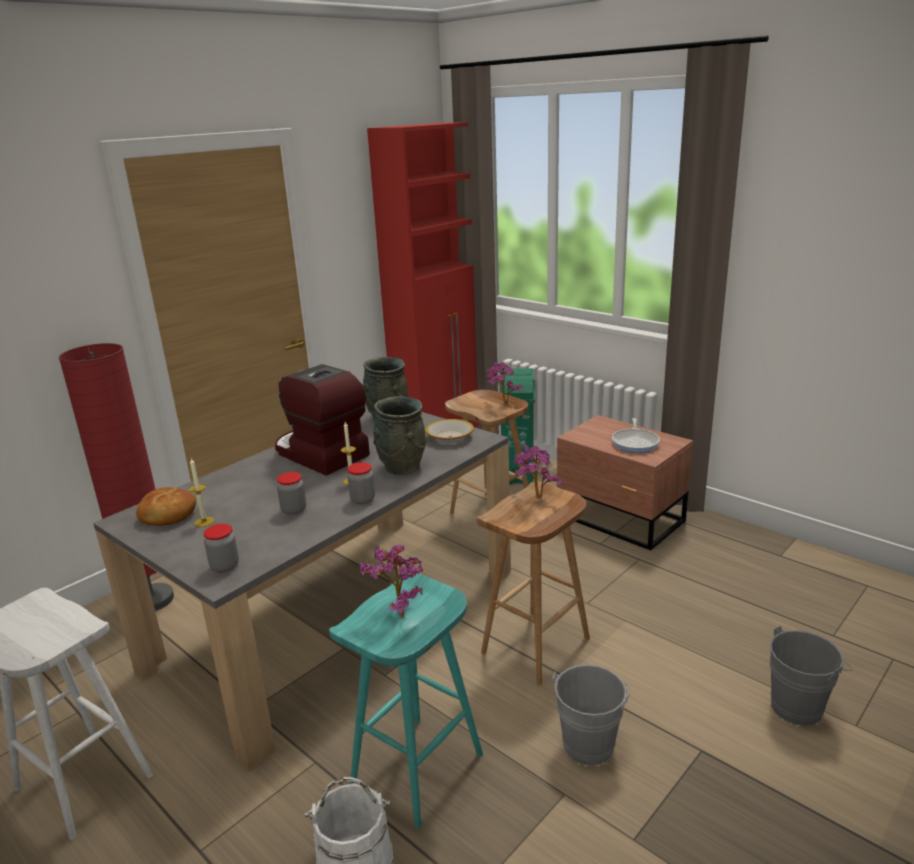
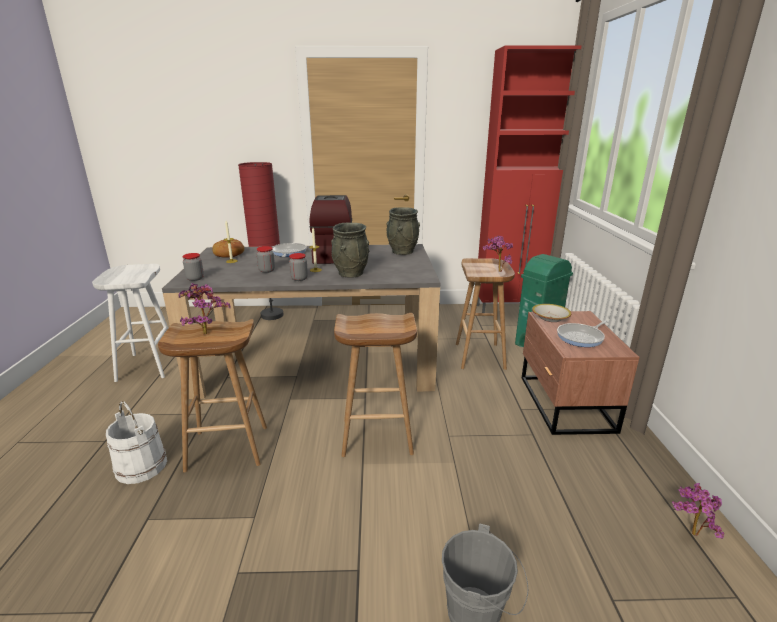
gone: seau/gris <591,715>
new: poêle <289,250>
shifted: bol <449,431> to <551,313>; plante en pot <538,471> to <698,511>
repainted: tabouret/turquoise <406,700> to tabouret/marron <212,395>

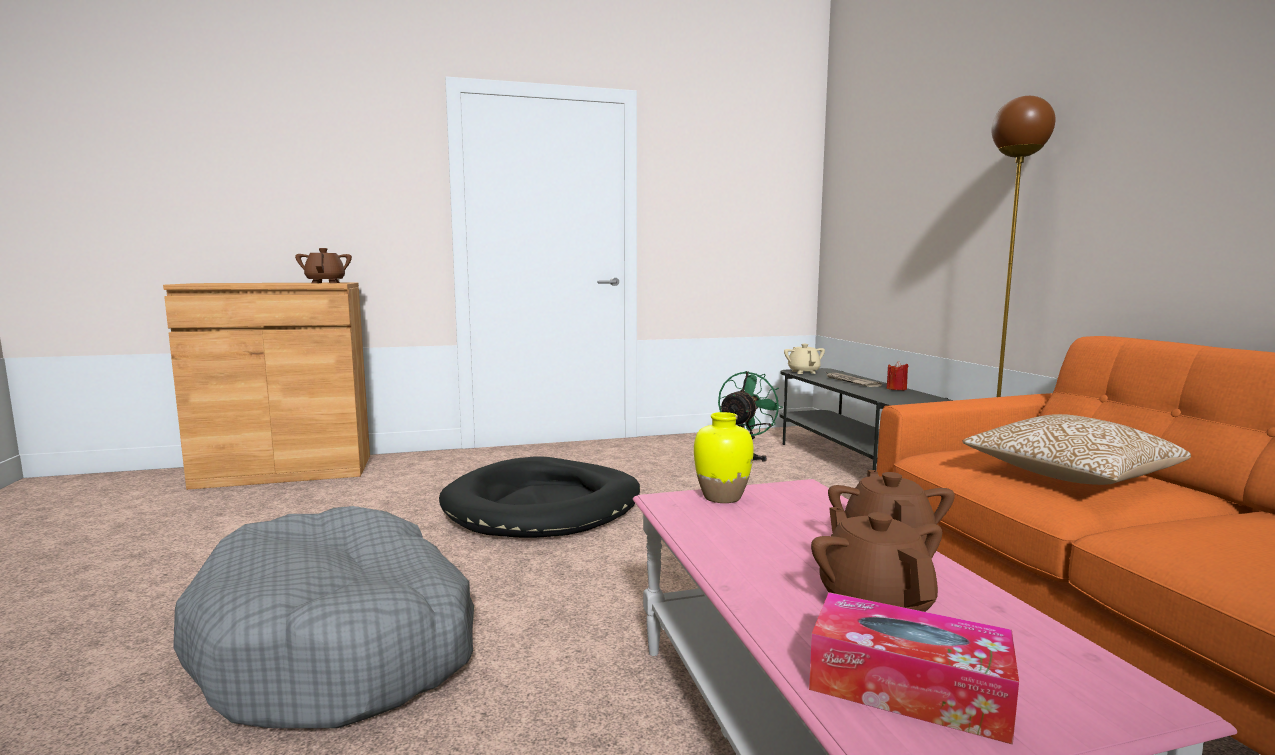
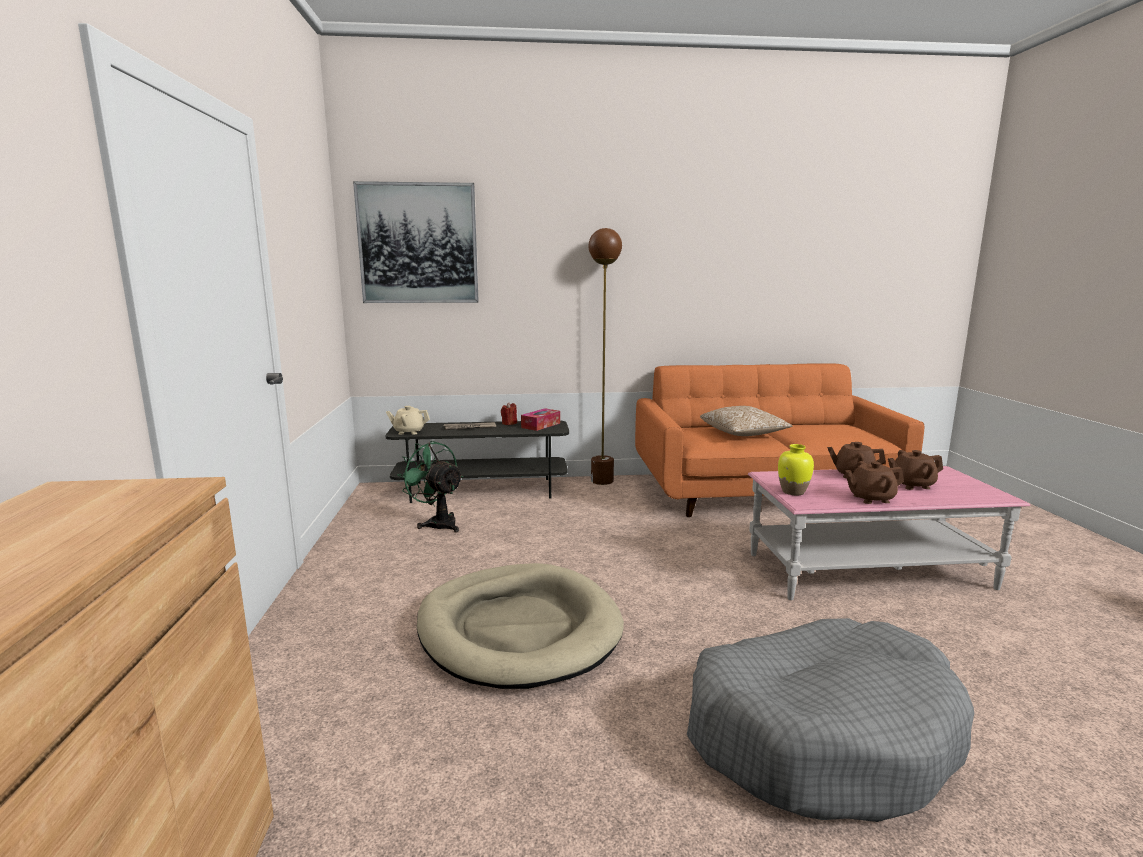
new: tableau <416,242>
shifted: théière/marron <323,265> to <874,482>; boîte à mouchoirs <914,668> to <540,419>
repainted: panier pour chien/noir <539,497> to panier pour chien/beige <520,626>

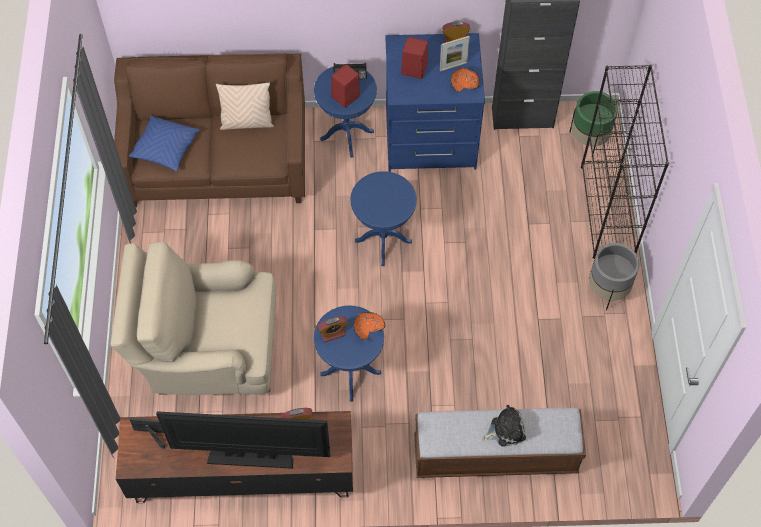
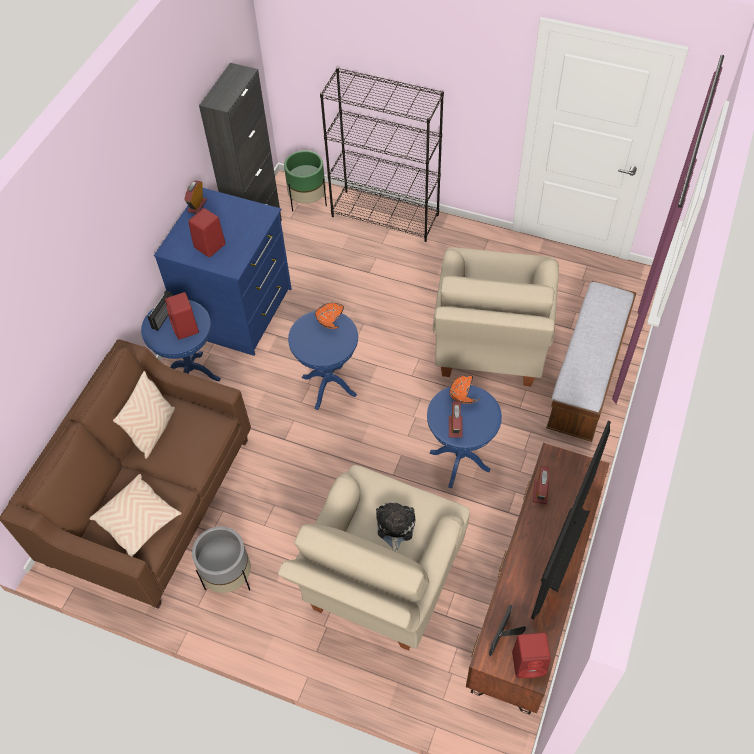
gone: cadre photo <455,53>
new: fauteuil/beige <496,316>; enceinte/rouge <531,655>
shifted: bol/orange <465,80> to <329,316>; peluche <504,425> to <395,527>; cache-pot/gris <614,276> to <221,559>
repainted: coussin/bleu <164,144> to coussin/beige <135,515>

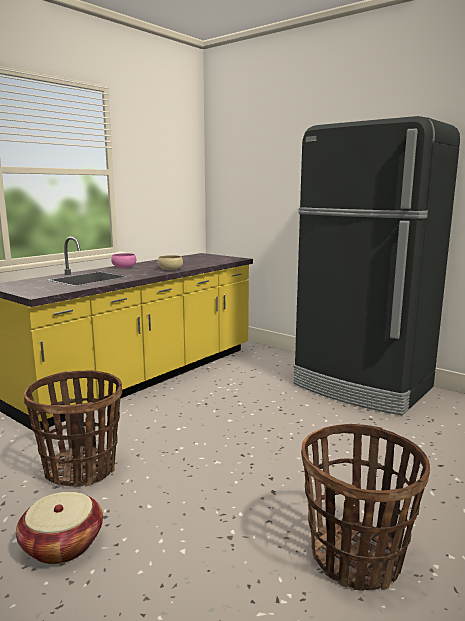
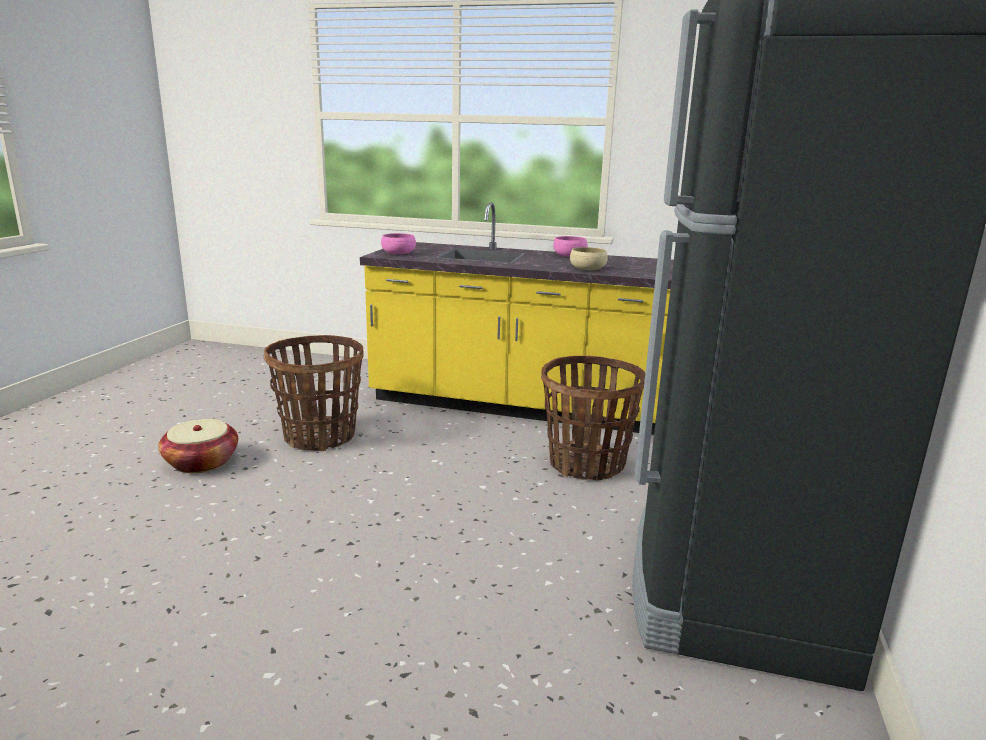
new: bol/rose <398,243>
shifted: panier <365,507> to <593,417>

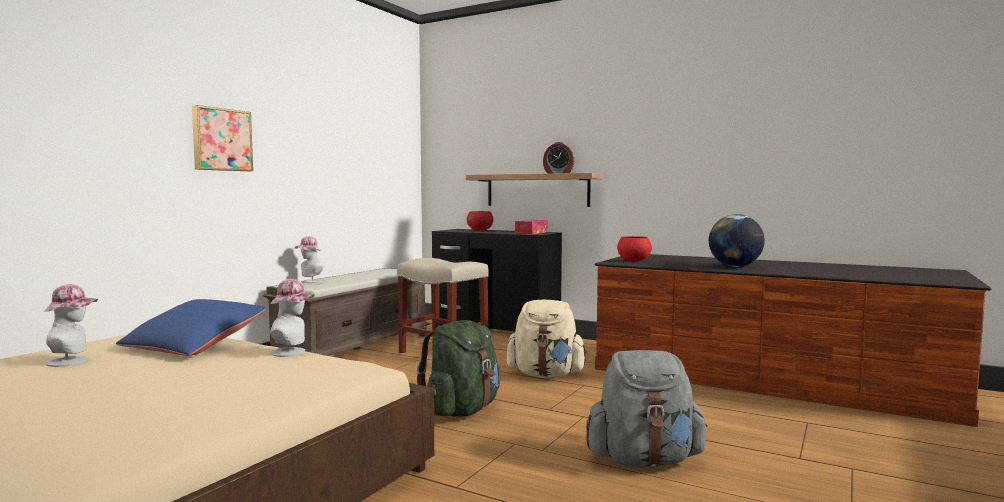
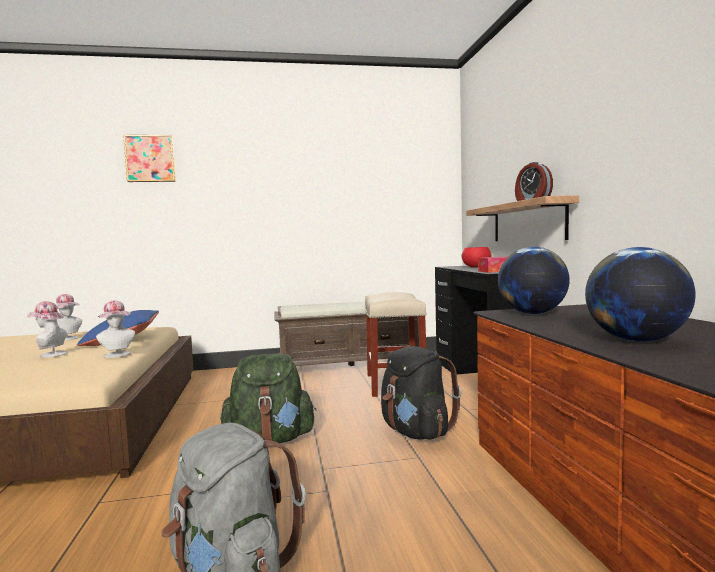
shifted: tableau <222,138> to <149,158>; chapeau <309,259> to <47,329>
swapped: bol/rouge <634,249> to globe <534,280>
repainted: sac à dos/beige <547,338> to sac à dos/noir <421,393>

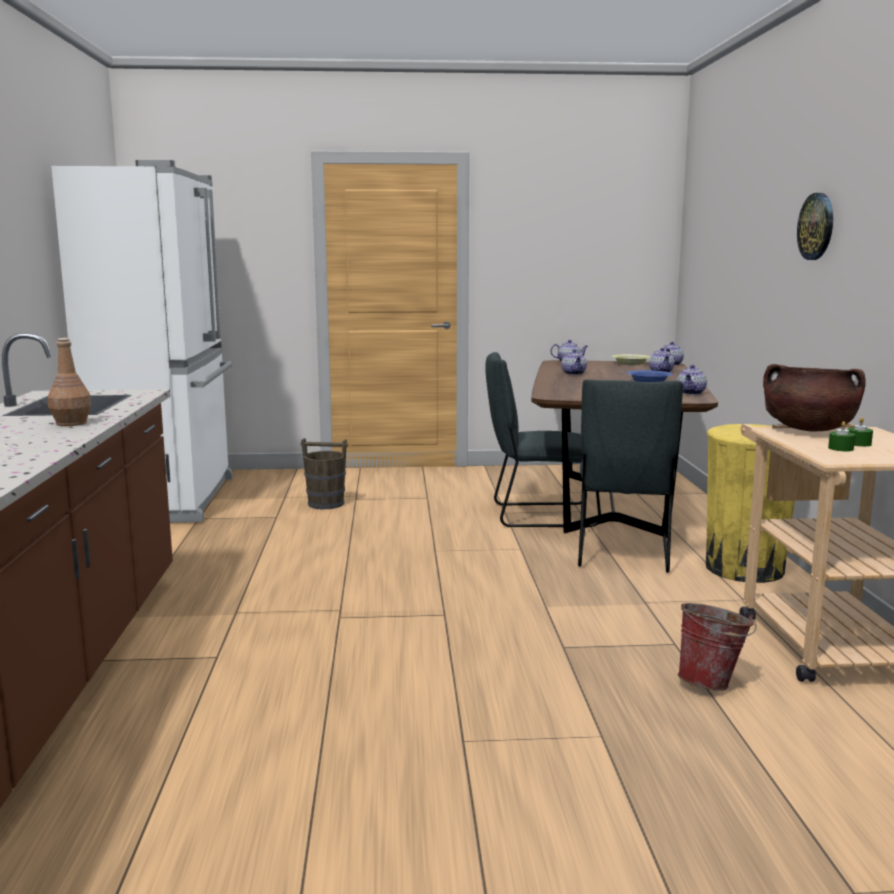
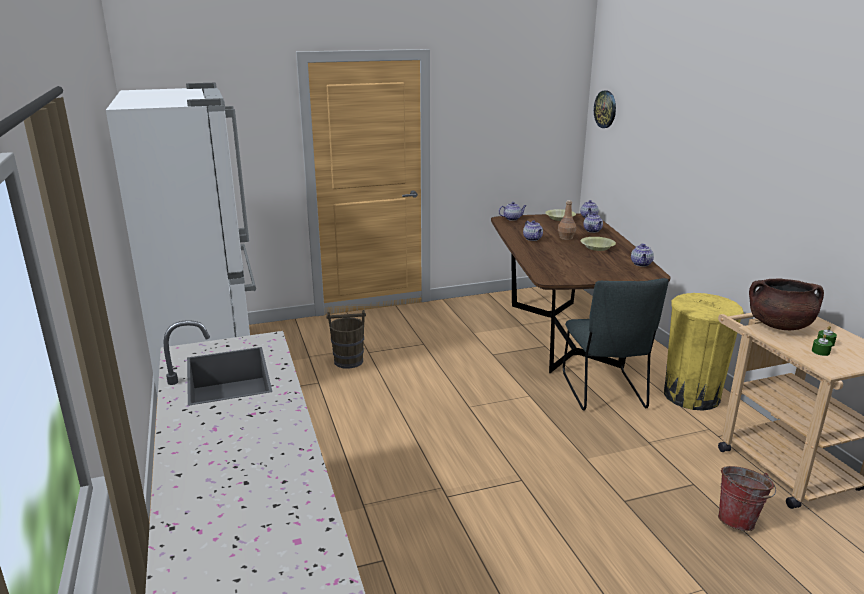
gone: chaise/gris <543,439>
shifted: bouteille/marron <69,382> to <567,220>; horloge murale <815,226> to <605,109>
repainted: bol/bleu <650,376> to bol/jaune <598,244>

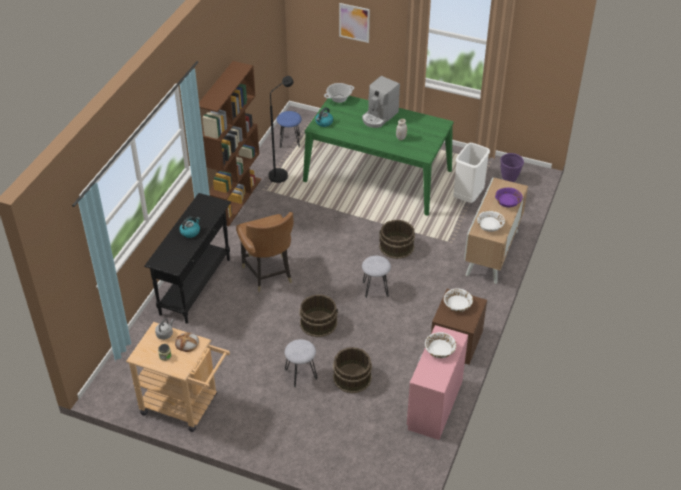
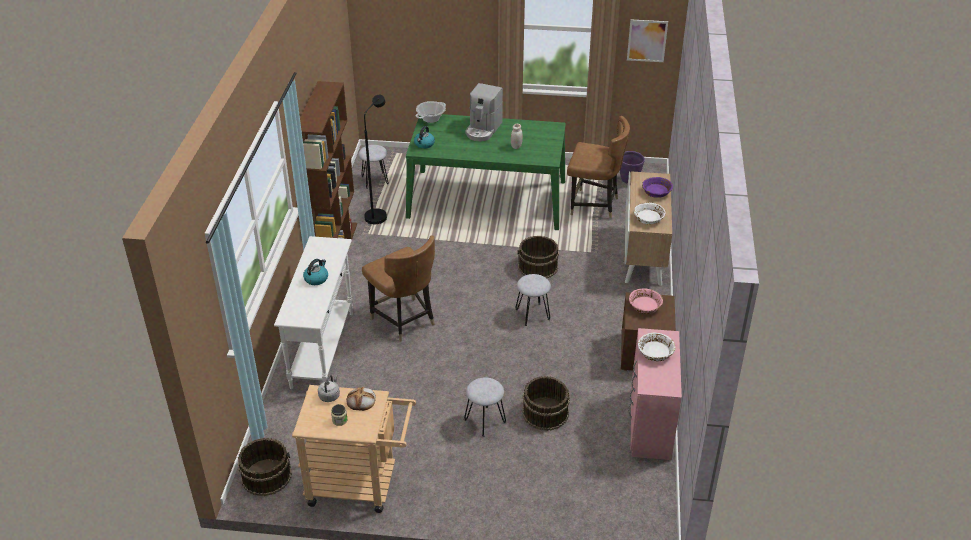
shifted: seau/marron <319,316> to <265,467>; tableau <354,23> to <647,40>
swapped: poubelle/blanc <471,173> to chaise/marron <598,167>
repainted: table console/noir <187,258> to table console/blanc <313,312>; tabouret/bleu <289,129> to tabouret/gris <374,167>; bol/blanc <458,300> to bol/rose <646,301>

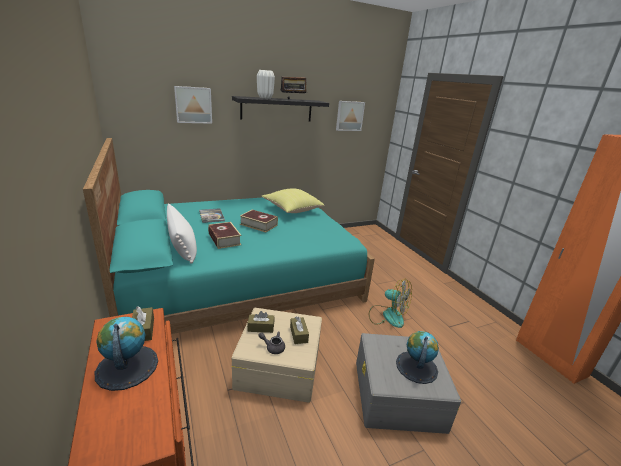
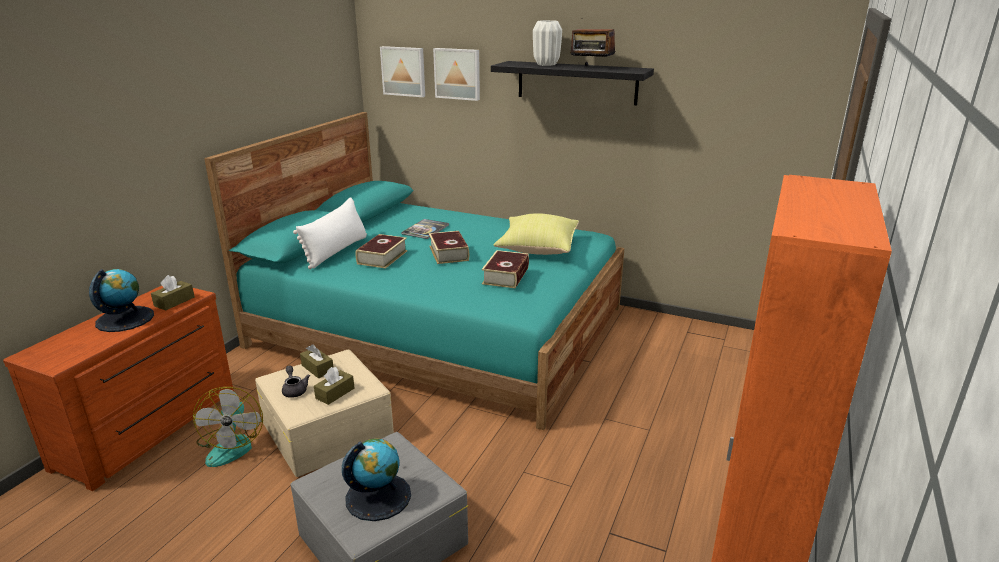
new: livre <505,269>
shifted: tableau <350,116> to <402,71>; ventilateur <390,303> to <228,427>

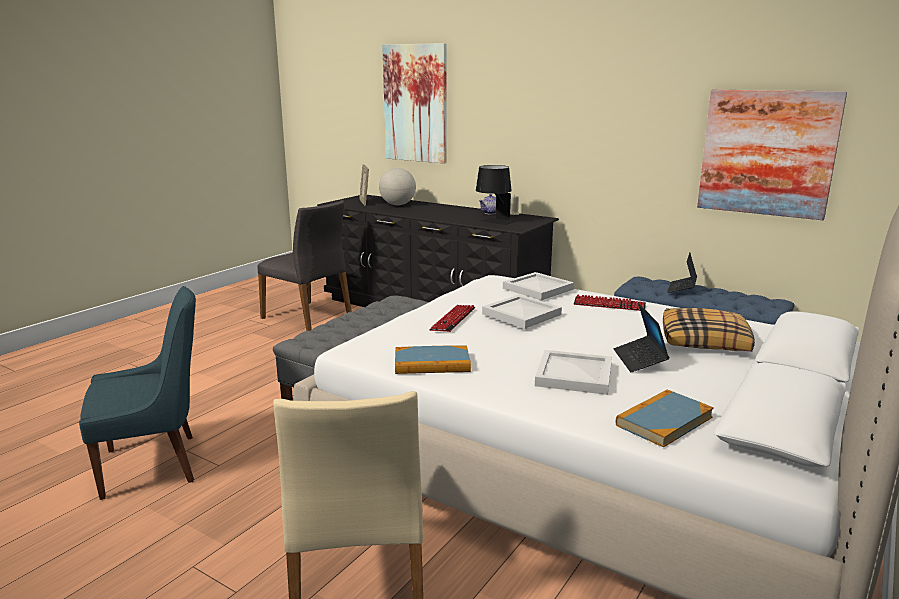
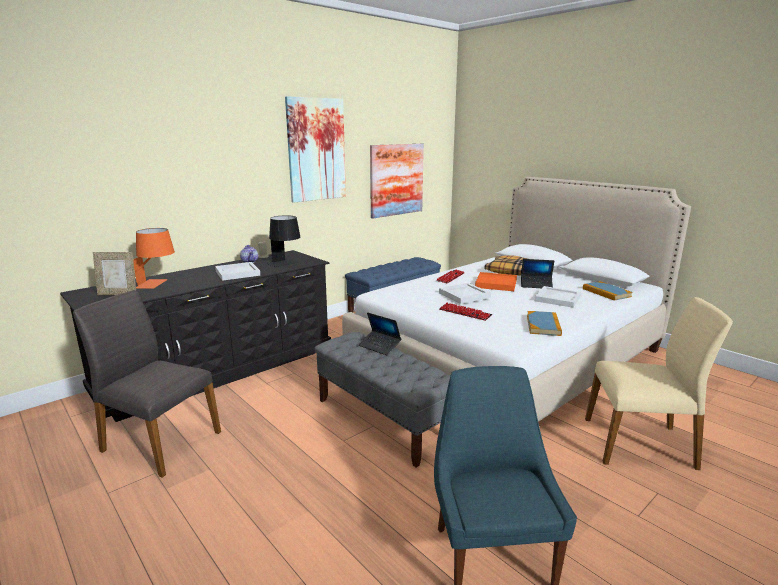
new: plateau/orange <496,281>
shifted: tableau <414,103> to <315,149>; plateau/blanc <538,286> to <237,271>; ordinateur portable <682,273> to <380,333>
swapped: globe <397,186> to lampe de table/orange <154,258>
rotated: chaise/gris <305,265> = <147,384> 120 degrees counterclockwise

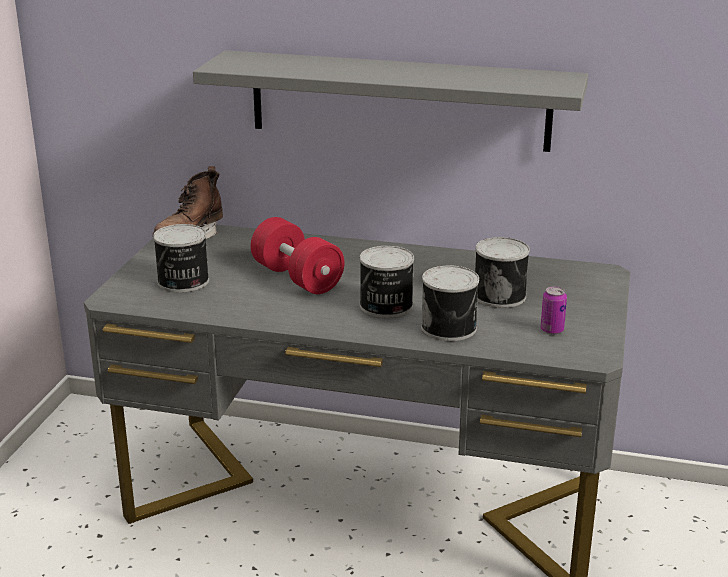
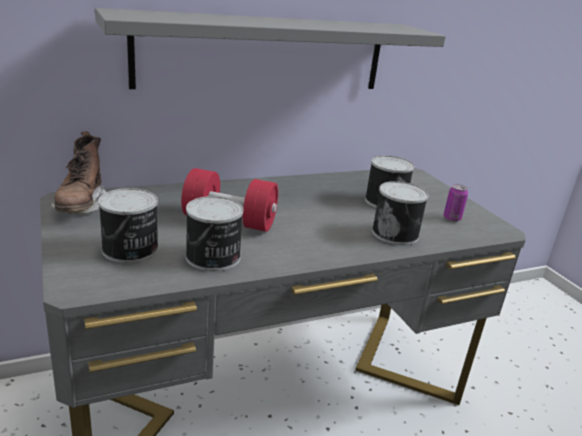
shifted: boîte métallique <387,282> to <214,234>

